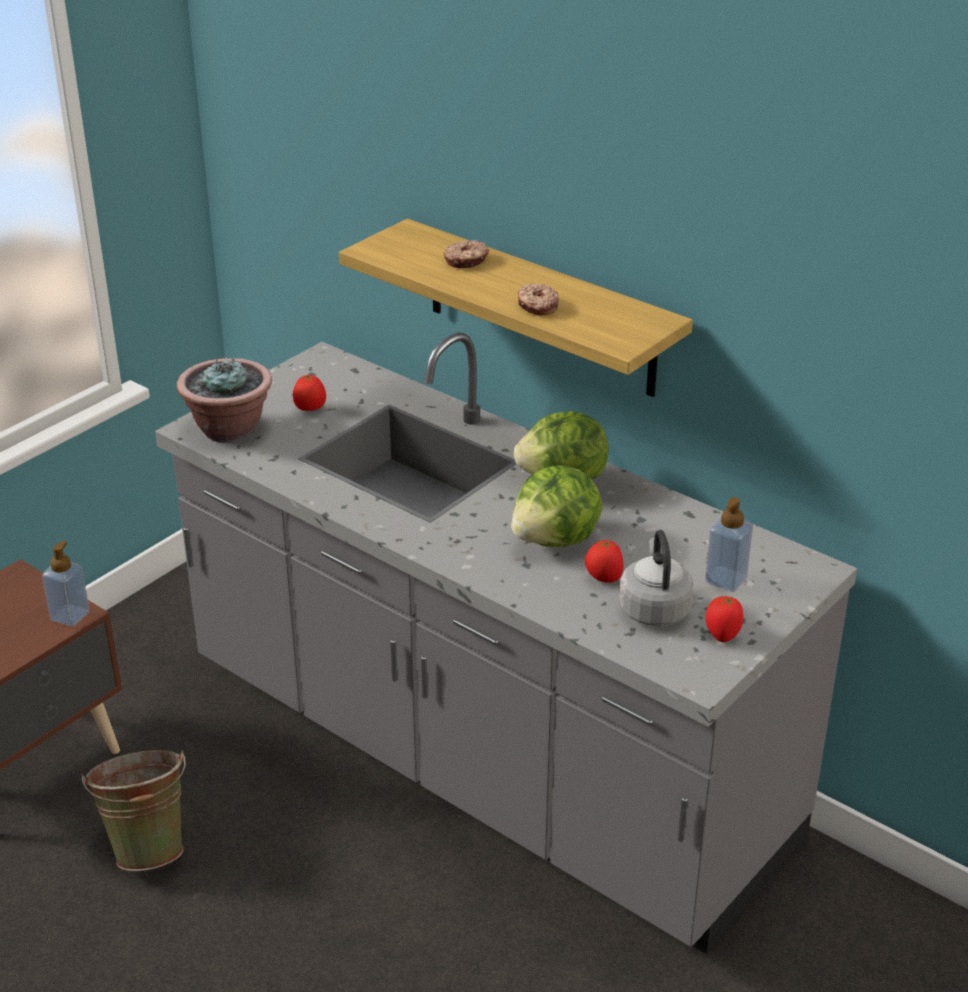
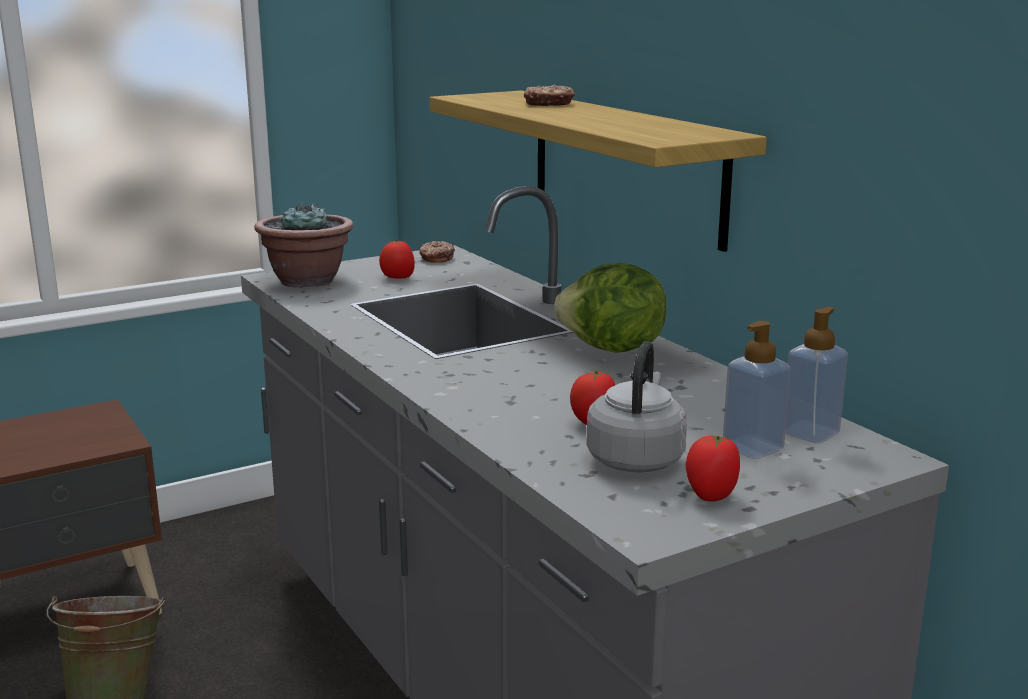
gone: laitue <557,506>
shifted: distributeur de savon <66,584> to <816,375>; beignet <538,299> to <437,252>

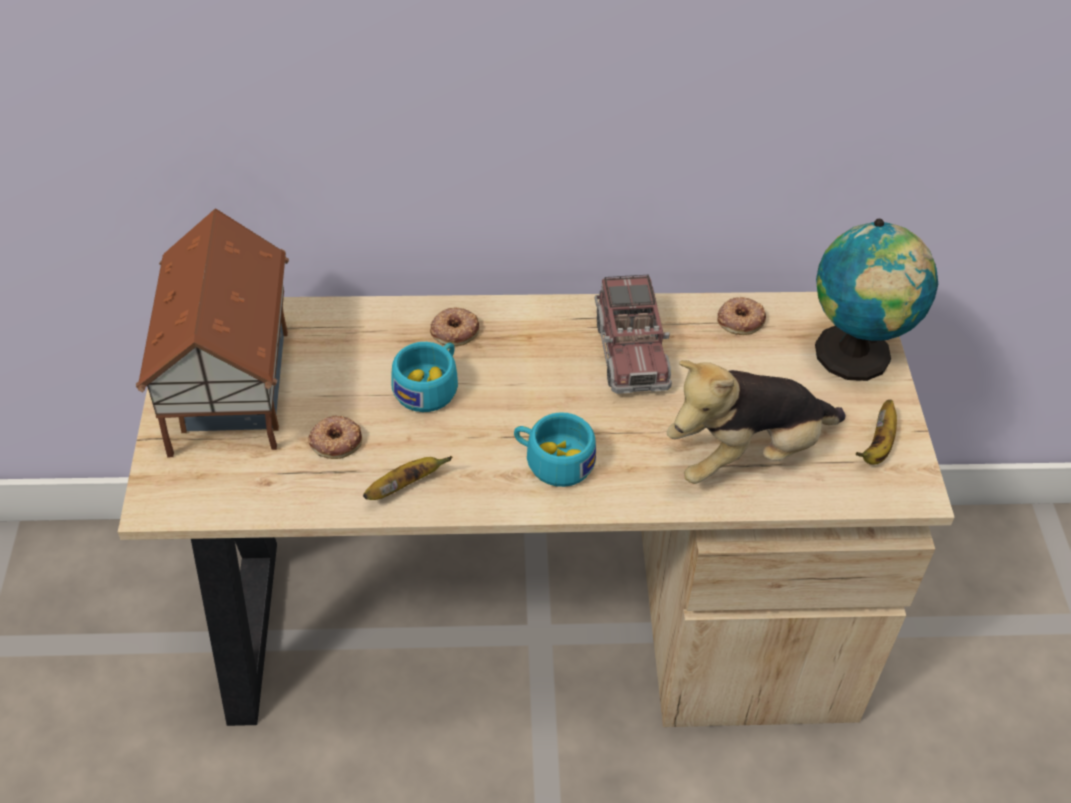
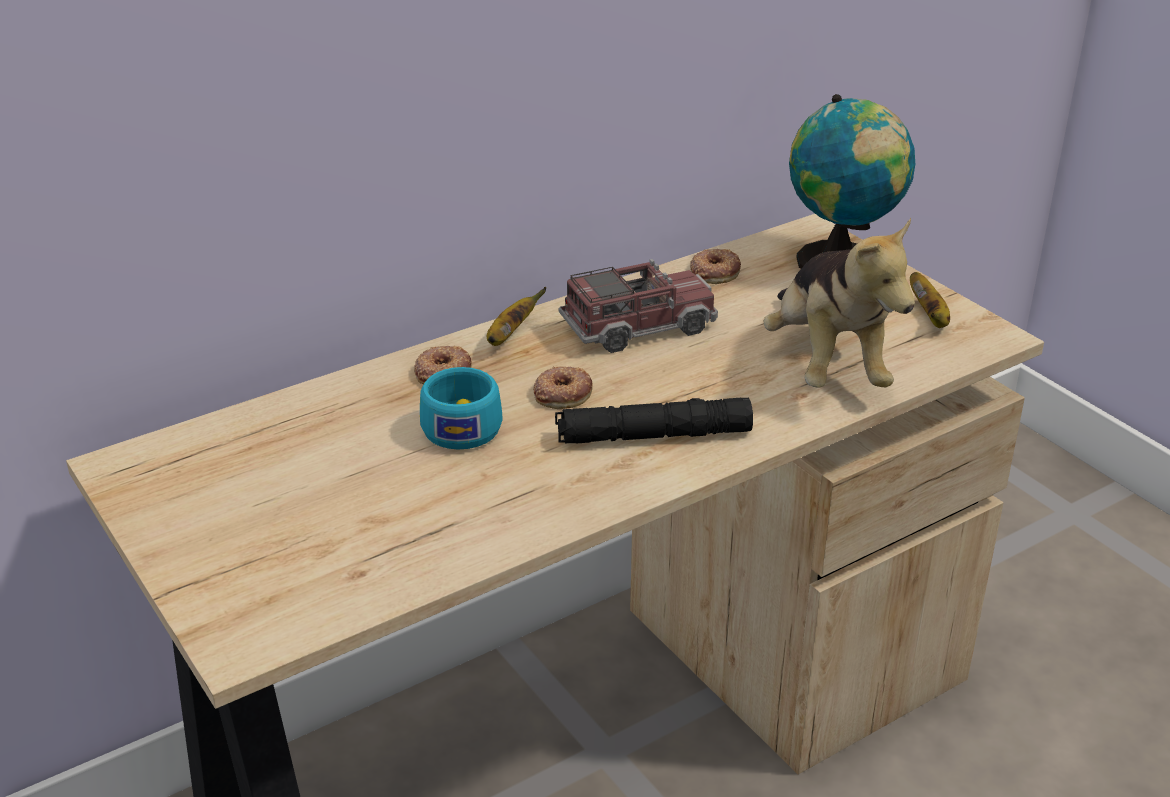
gone: maison miniature <212,332>
shifted: beignet <335,437> to <563,387>; banane <407,478> to <517,316>
swapped: tasse/turquoise <555,449> to lampe de poche/noir <654,420>
rotated: camion jouet <633,334> = <638,306> 75 degrees counterclockwise; peluche <756,422> = <839,303> 45 degrees counterclockwise

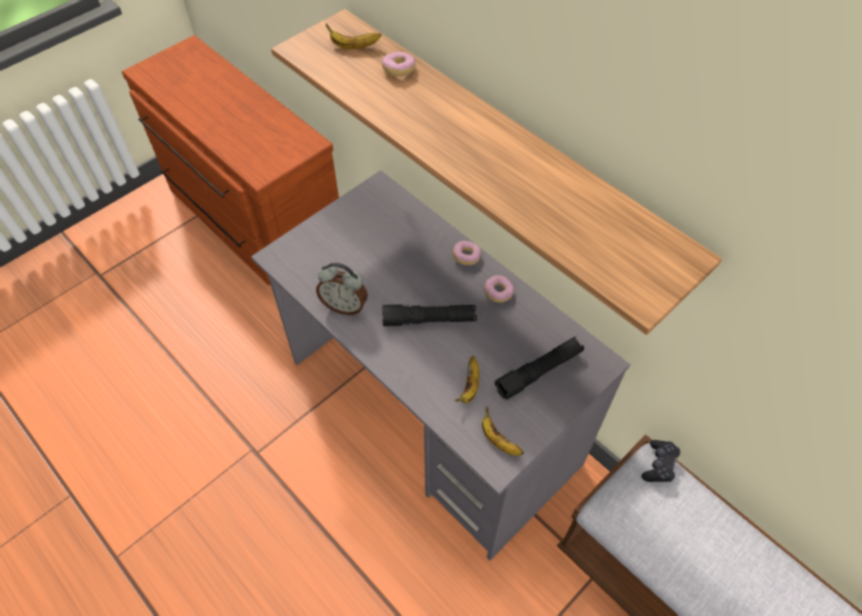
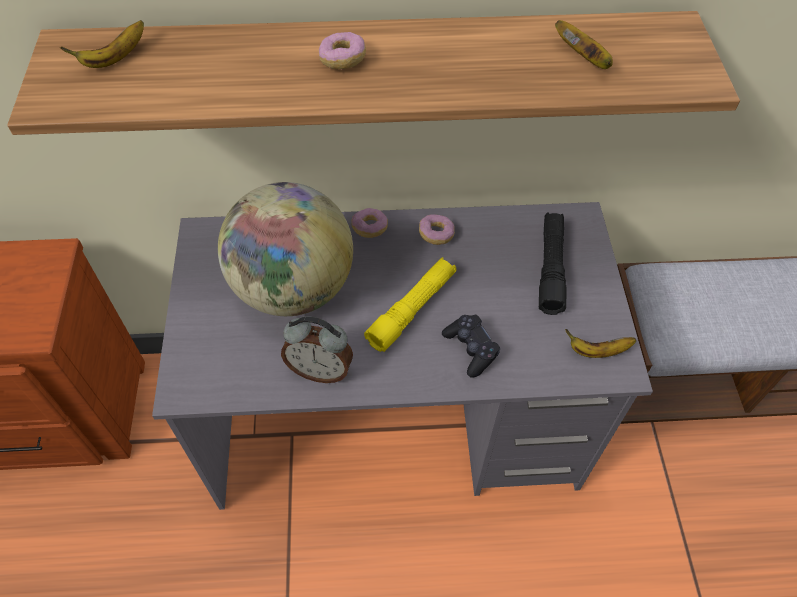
new: globe <285,249>
shifted: beignet <398,64> to <342,50>; banane <467,379> to <584,44>; manette/noir <661,461> to <471,346>
repainted: lampe de poche/noir <429,315> to lampe de poche/jaune <410,304>
rotated: réveil <342,289> = <317,349> 45 degrees clockwise

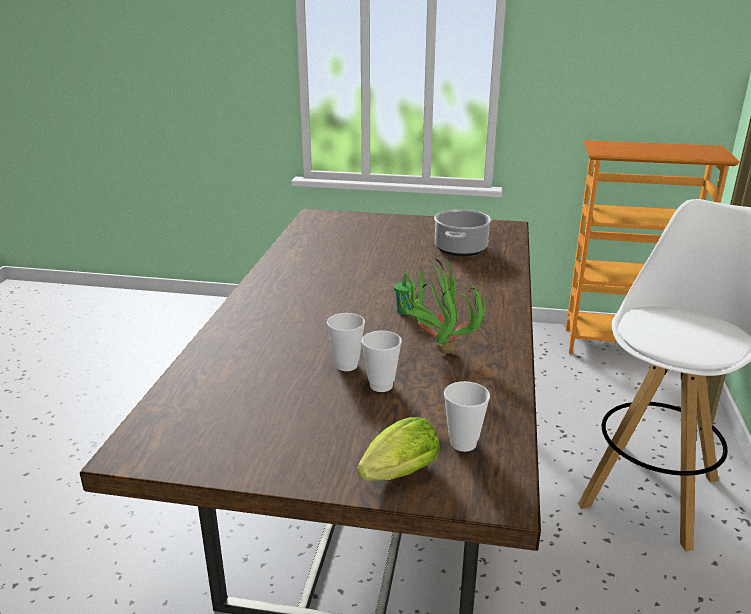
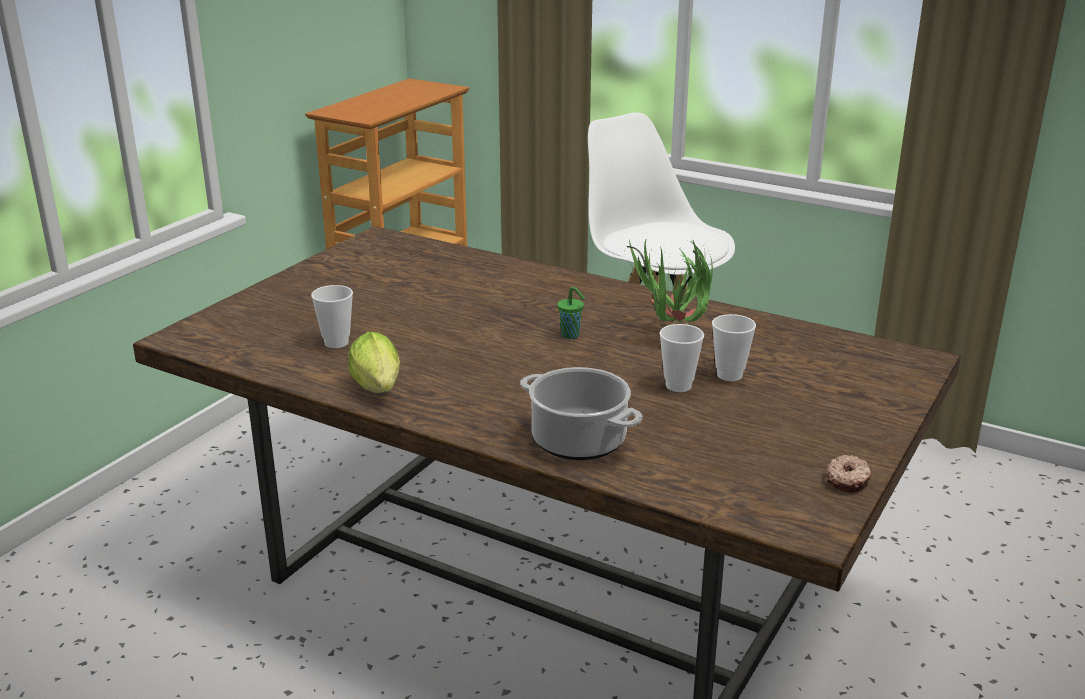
new: beignet <848,473>
shifted: laitue <398,449> to <374,362>; marmite <462,232> to <581,413>; tasse <467,416> to <332,316>

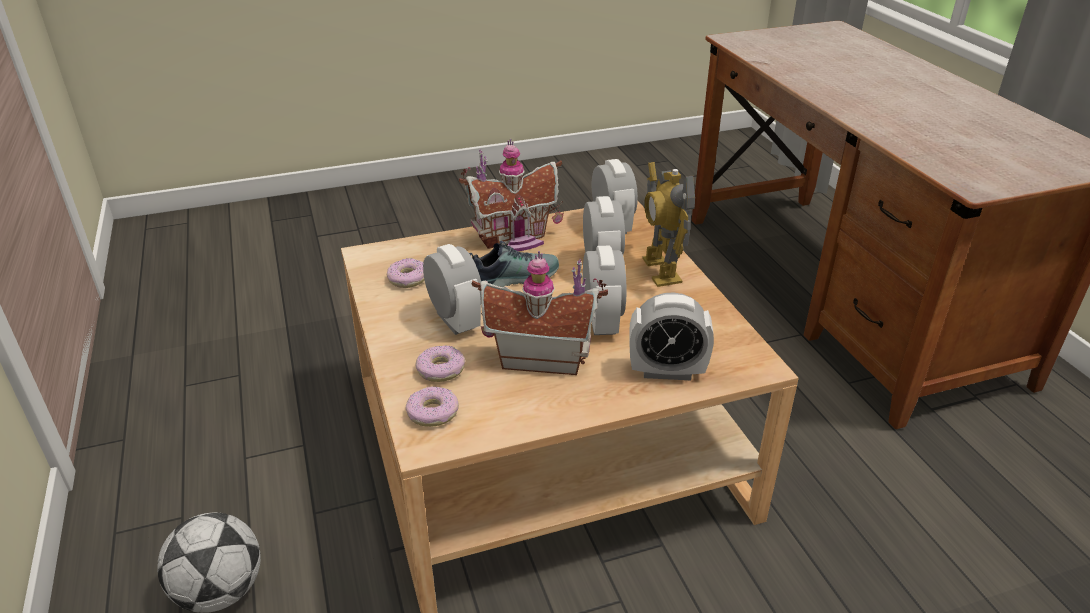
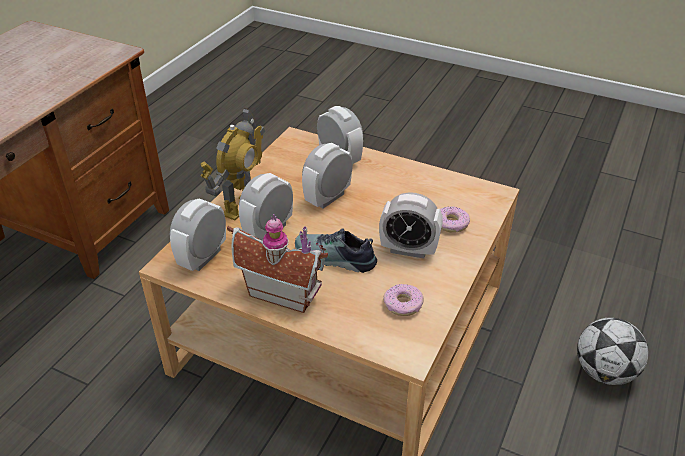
gone: beignet <432,407>; maison miniature <540,313>
rotated: réveil <452,289> = <411,225> 90 degrees counterclockwise

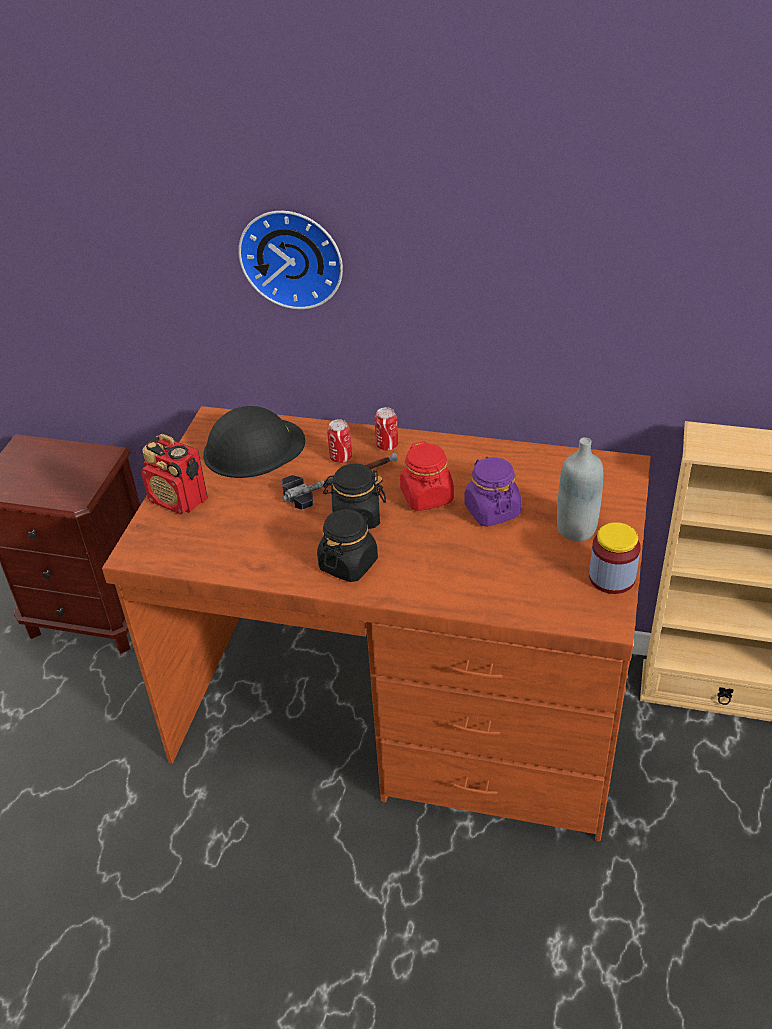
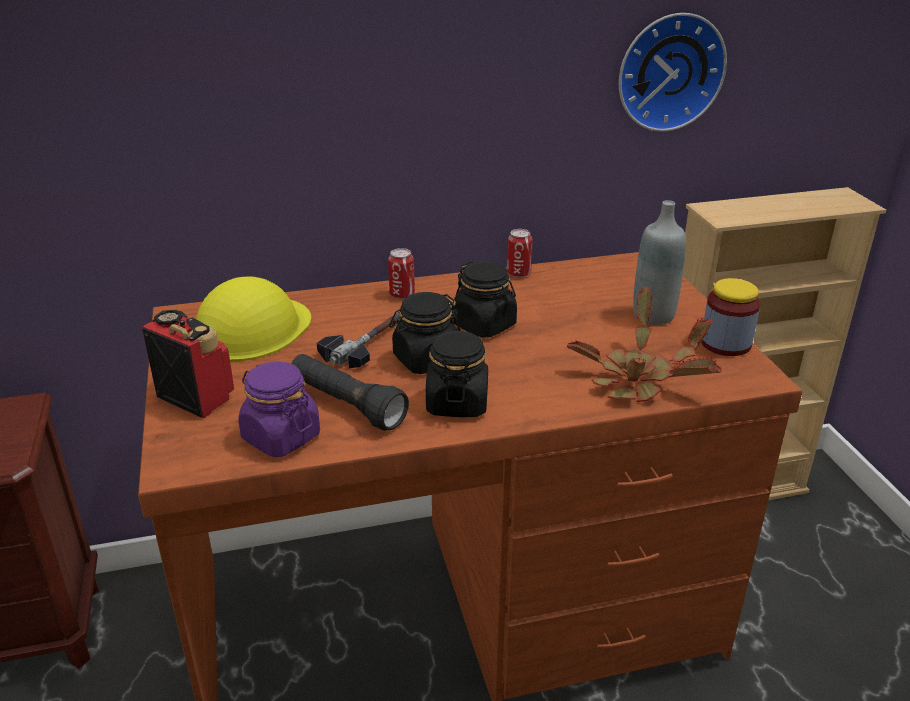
new: lampe de poche/noir <350,392>; plante en pot <644,344>
shifted: horloge murale <290,260> to <673,72>; boîte métallique <339,441> to <520,253>; bocal/violet <492,492> to <279,409>
repainted: casque de chantier/noir <254,442> to casque de chantier/jaune <253,318>; bocal/rouge <427,476> to bocal/noir <484,299>
rotated: radio <174,474> = <188,364> 150 degrees counterclockwise

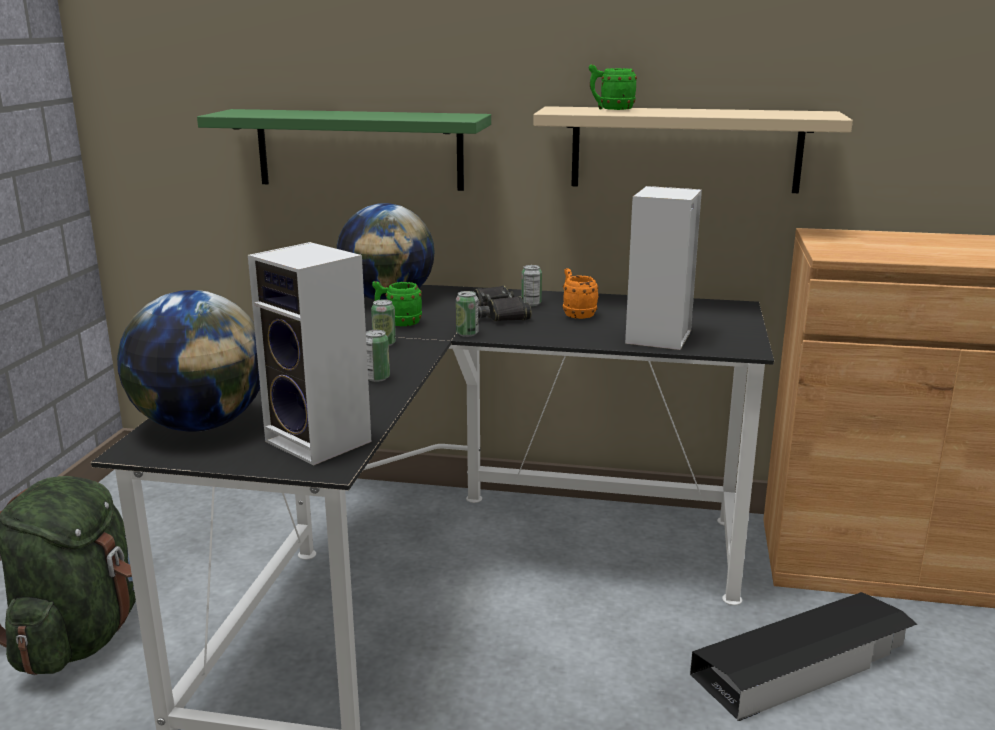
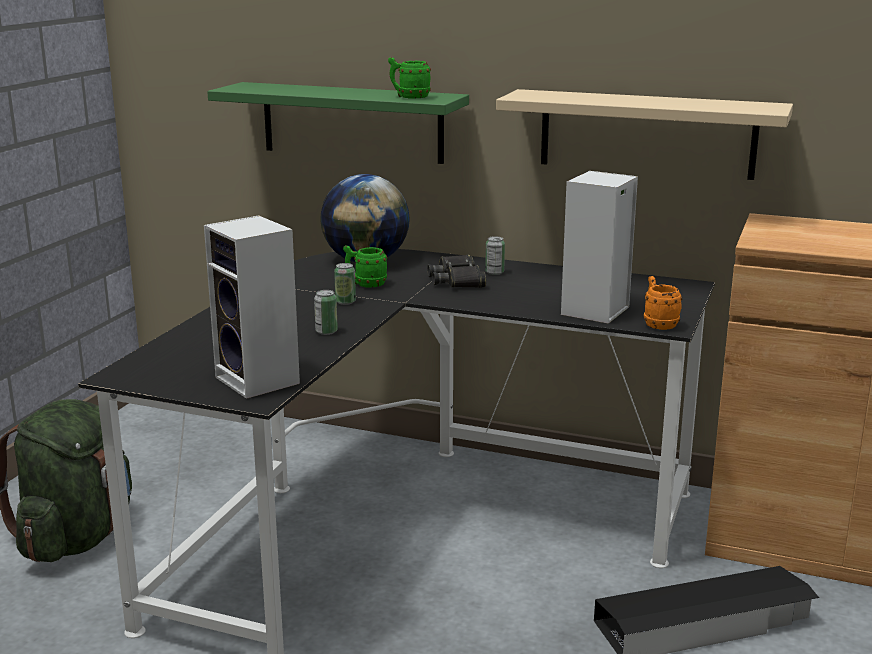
gone: globe <188,361>; boîte métallique <467,314>
shifted: mug/orange <581,293> to <663,303>; mug/vert <613,87> to <409,78>

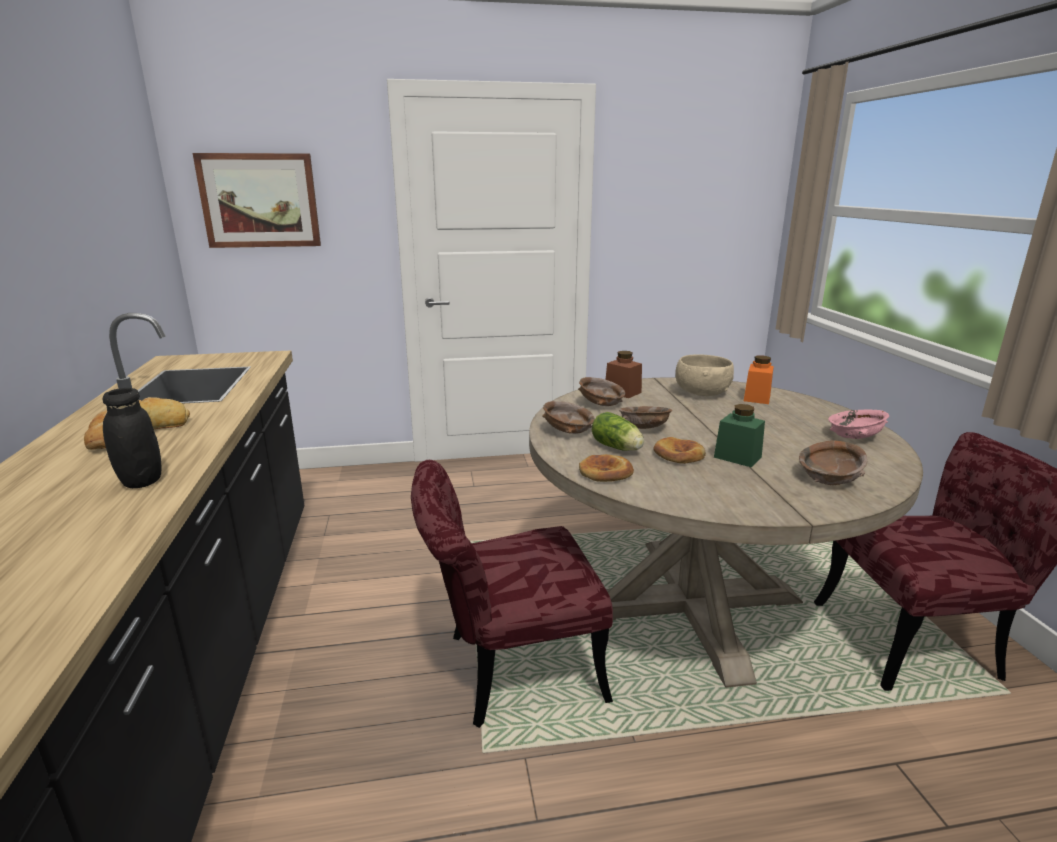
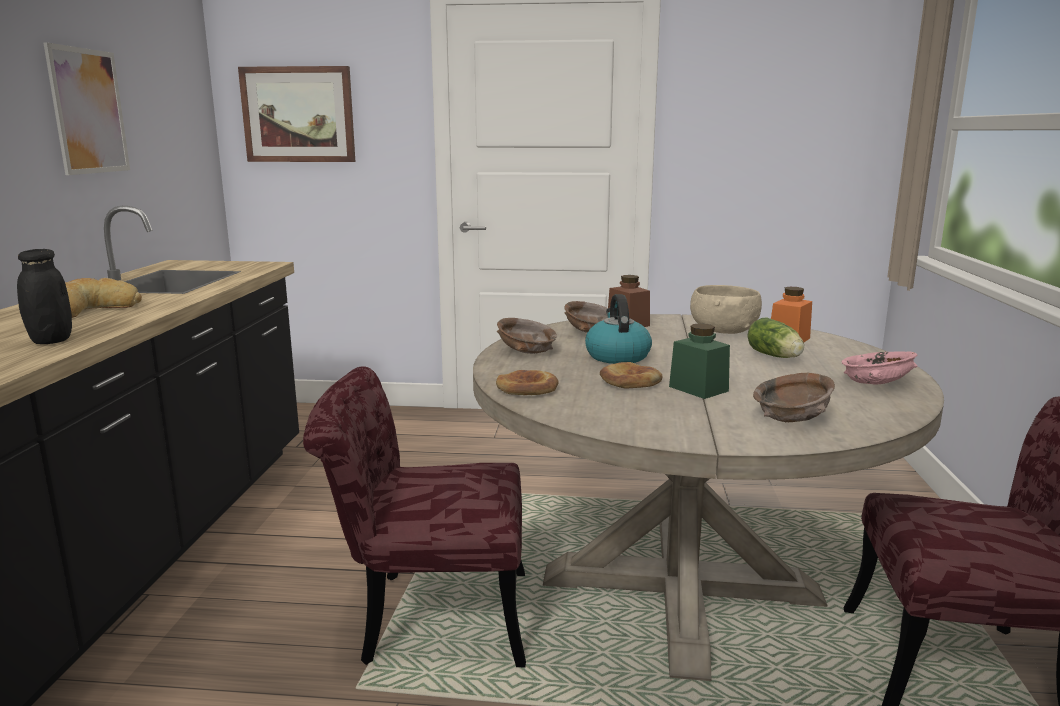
new: tableau <86,108>
shifted: laitue <618,431> to <776,337>
swapped: bol/marron <645,417> to bouilloire <618,329>

